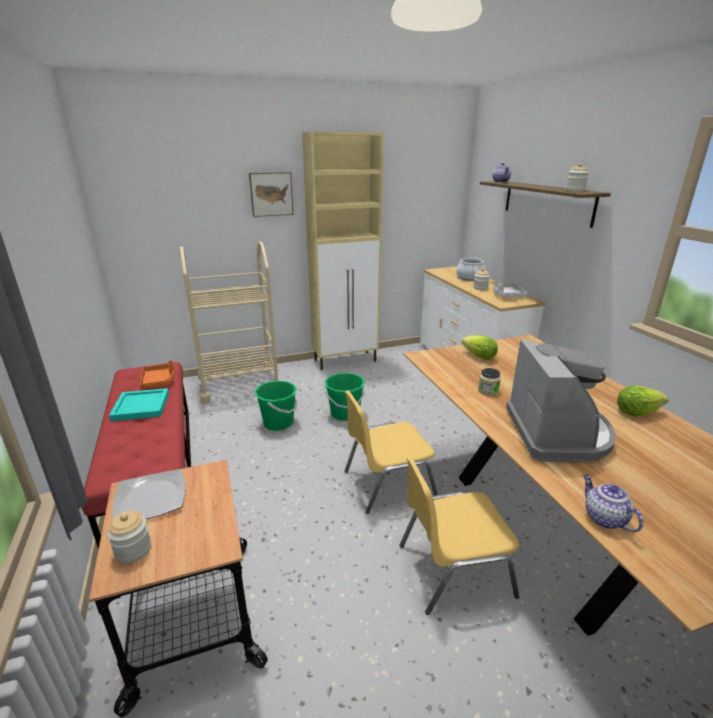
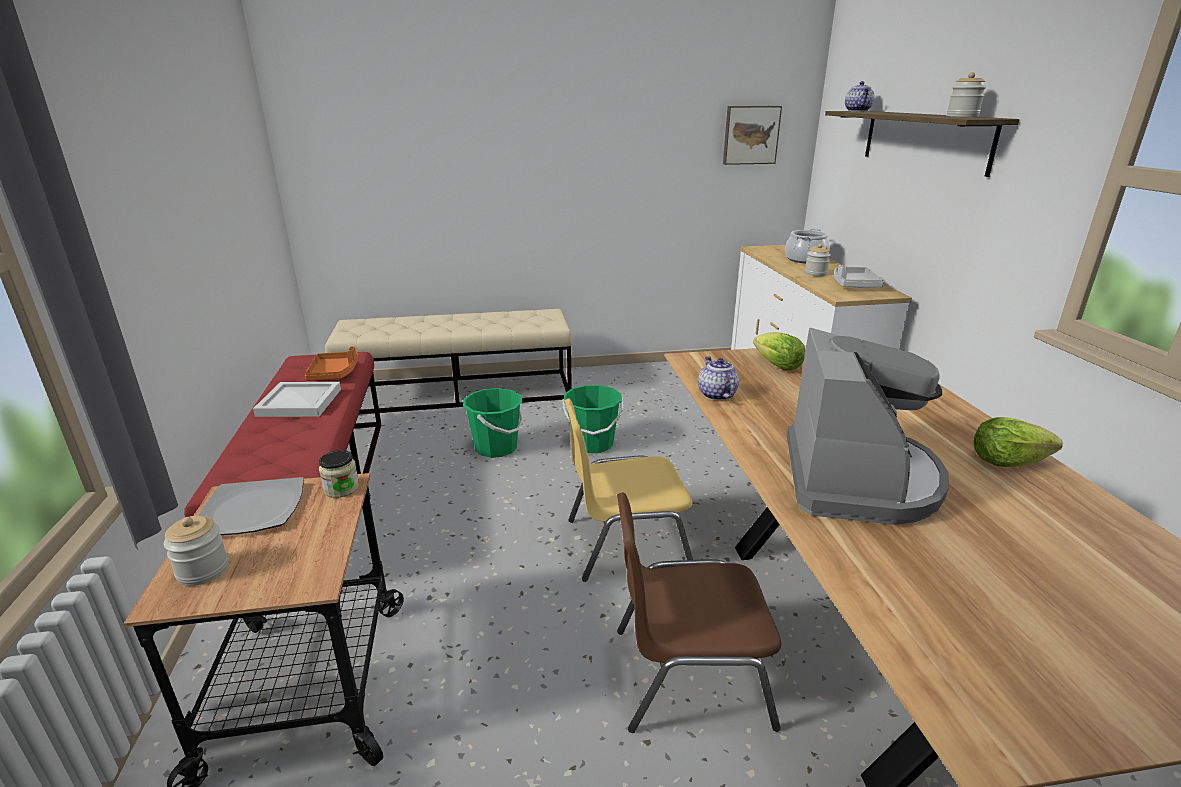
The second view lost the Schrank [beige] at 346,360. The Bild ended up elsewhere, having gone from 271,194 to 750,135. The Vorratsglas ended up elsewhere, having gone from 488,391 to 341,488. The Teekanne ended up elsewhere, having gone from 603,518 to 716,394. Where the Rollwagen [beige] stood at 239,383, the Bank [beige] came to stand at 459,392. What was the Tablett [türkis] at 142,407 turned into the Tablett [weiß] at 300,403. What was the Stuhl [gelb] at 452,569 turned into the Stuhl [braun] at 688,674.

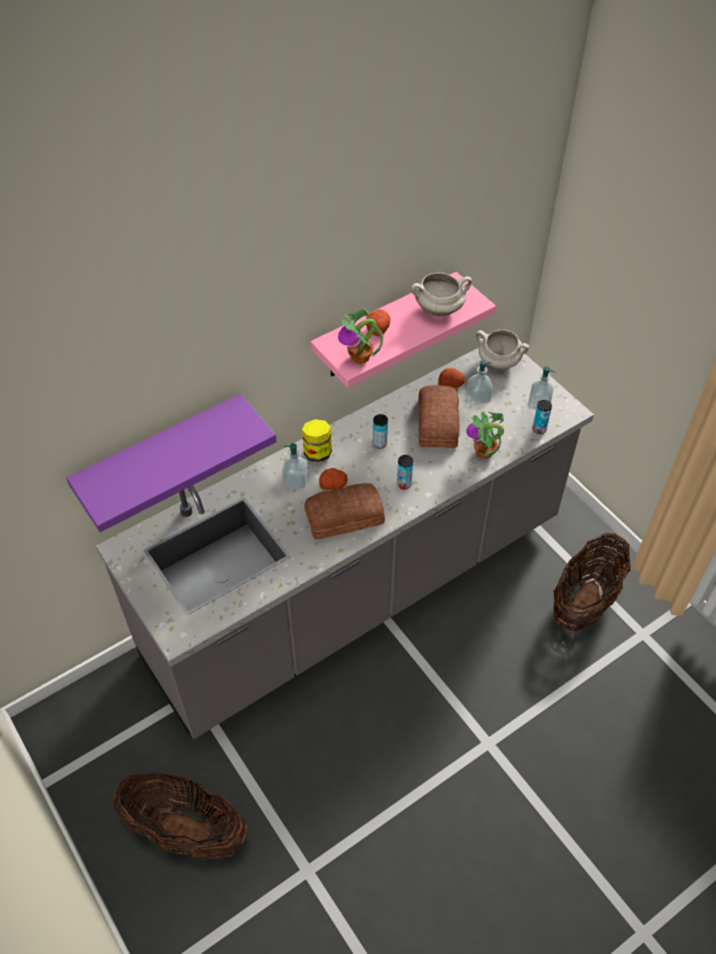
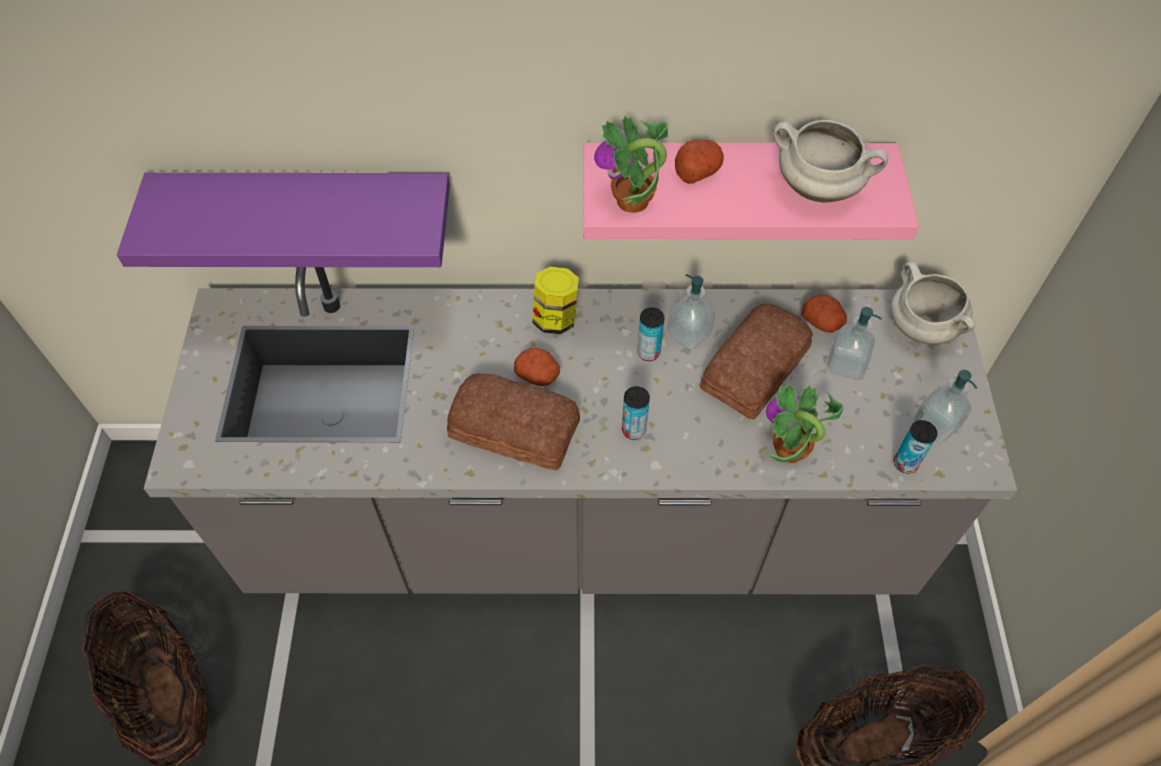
The Seifenspender ended up elsewhere, having gone from 296,481 to 689,334.

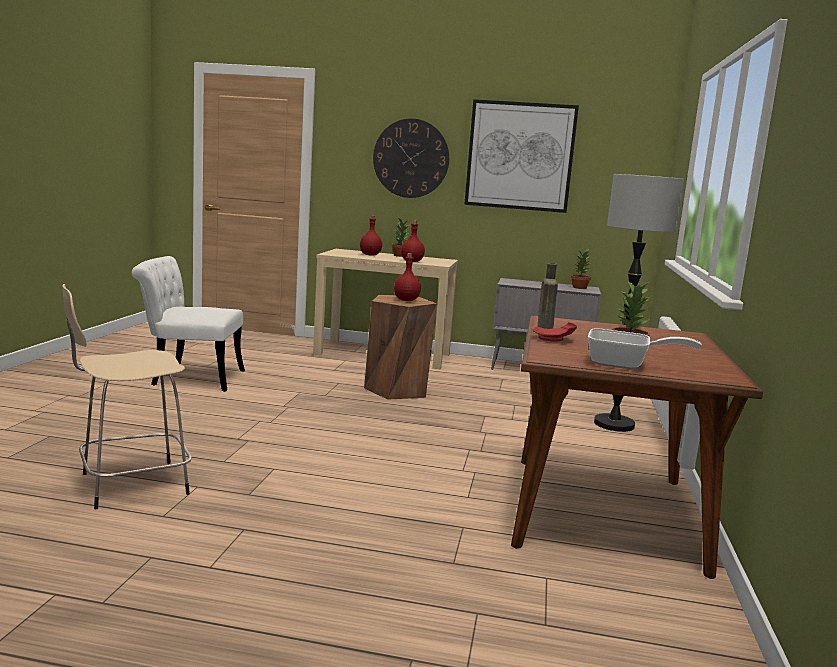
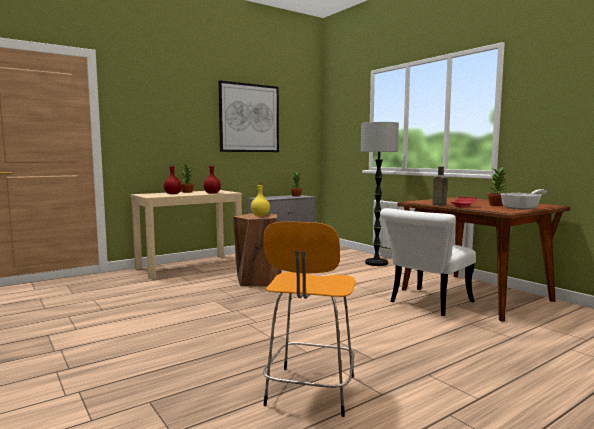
The second view lost the Wanduhr at 411,158. The Stuhl [weiß] ended up elsewhere, having gone from 188,377 to 426,304. What was the Hocker [beige] at 130,484 turned into the Hocker [orange] at 310,392. What was the Flasche [rot] at 406,300 turned into the Flasche [gelb] at 260,215.

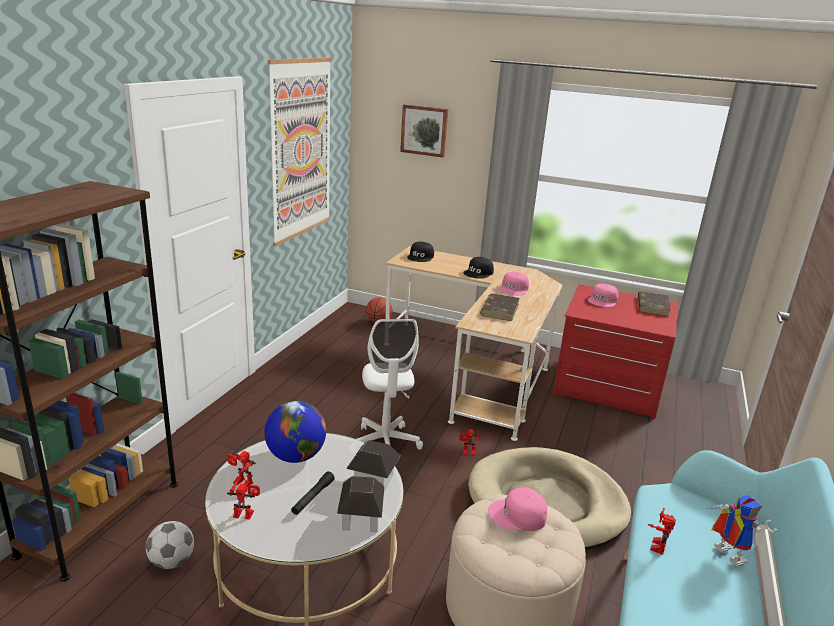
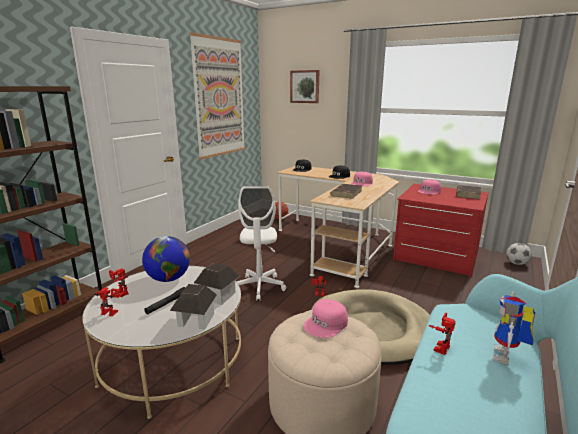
The Fußball ended up elsewhere, having gone from 172,561 to 516,263. The Kappe [rosa] at 518,516 ended up facing another way, 60 degrees counterclockwise from before. The Spielzeugroboter at 724,554 ended up facing another way, 135 degrees counterclockwise from before.

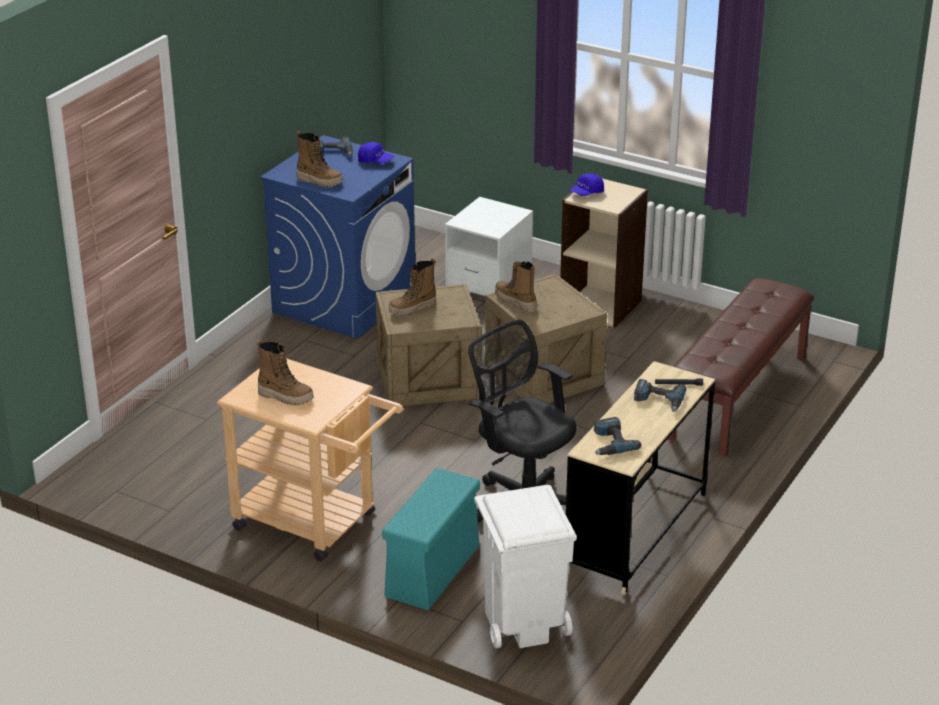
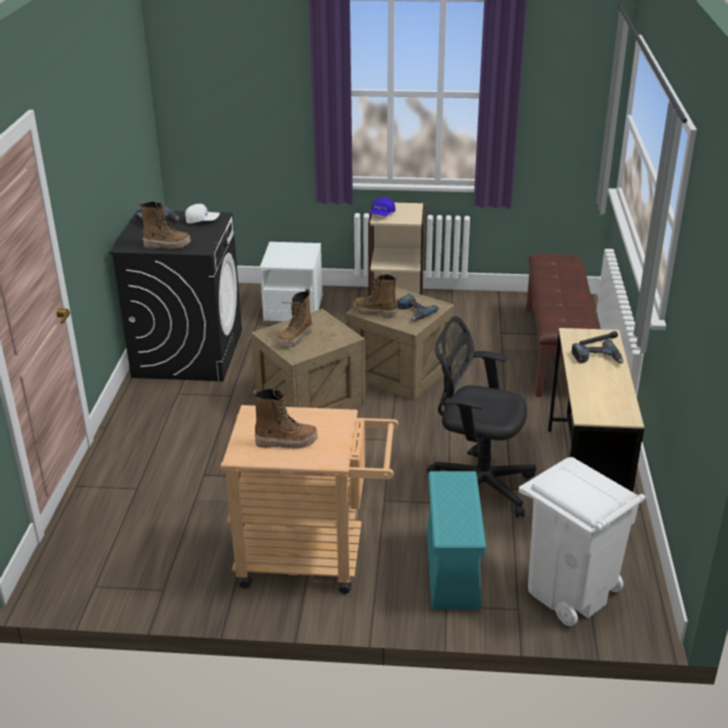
The Bohrmaschine ended up elsewhere, having gone from 610,443 to 413,312. What was the Waschmaschine [blau] at 344,301 turned into the Waschmaschine [schwarz] at 188,353. What was the Kappe [blau] at 375,161 turned into the Kappe [weiß] at 202,220.

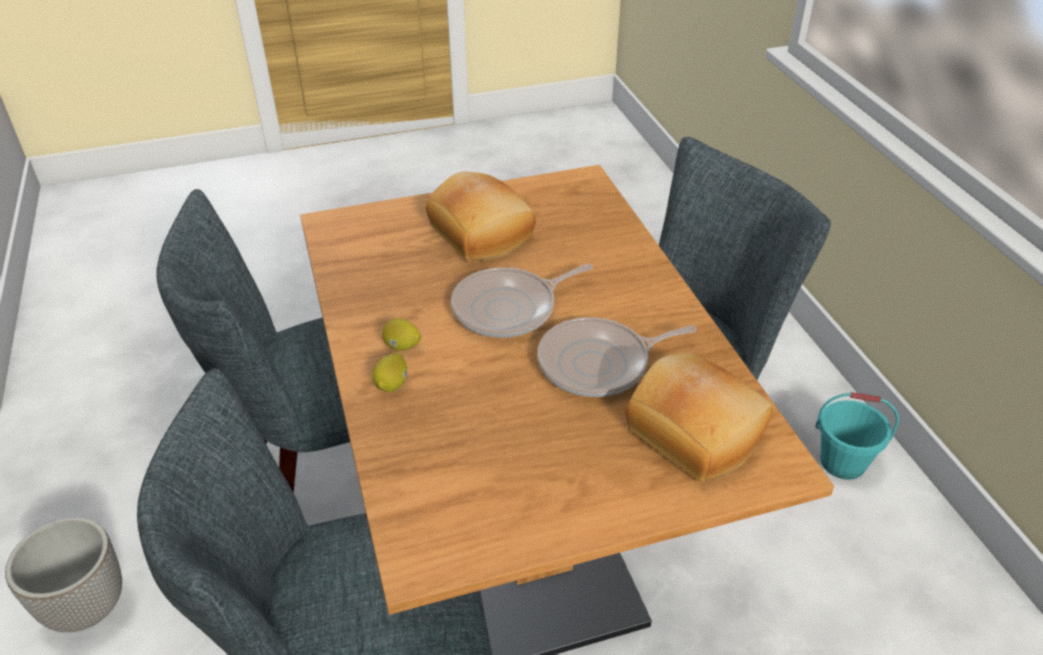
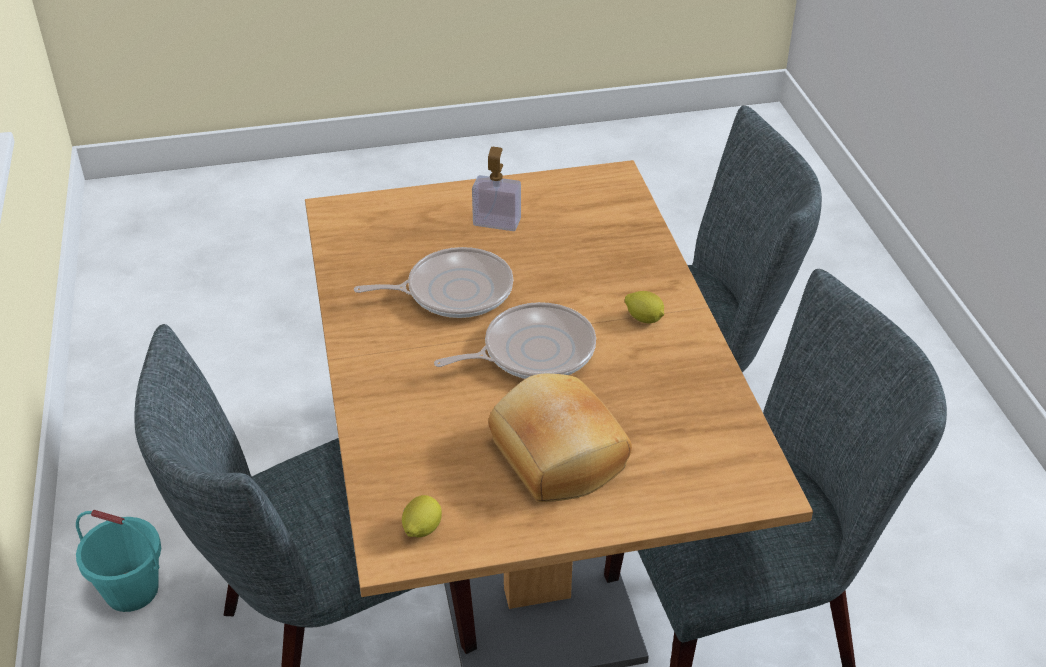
The second view lost the Pflanzkübel at 87,607. The second view lost the Brot at 697,431. The second view gained the Seifenspender at 497,222. The Zitrone ended up elsewhere, having gone from 392,384 to 421,529.

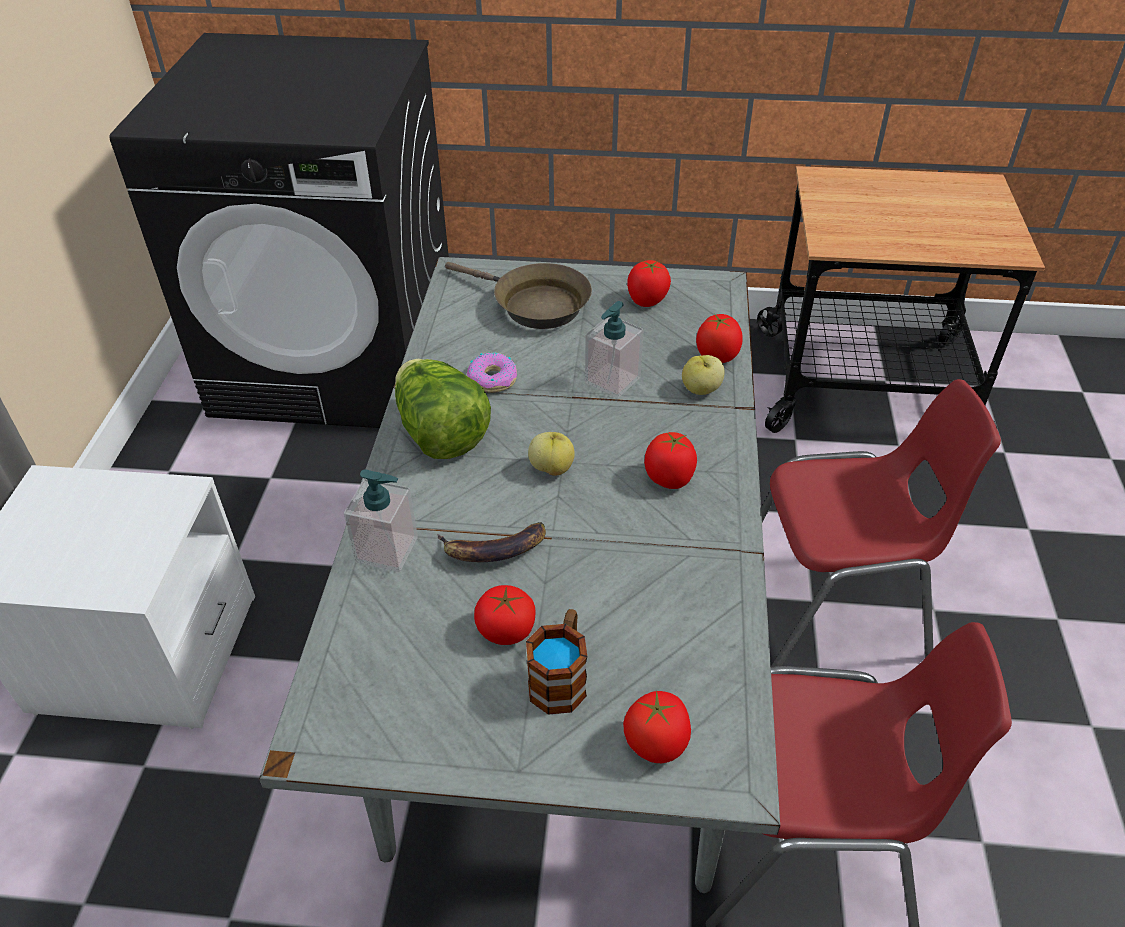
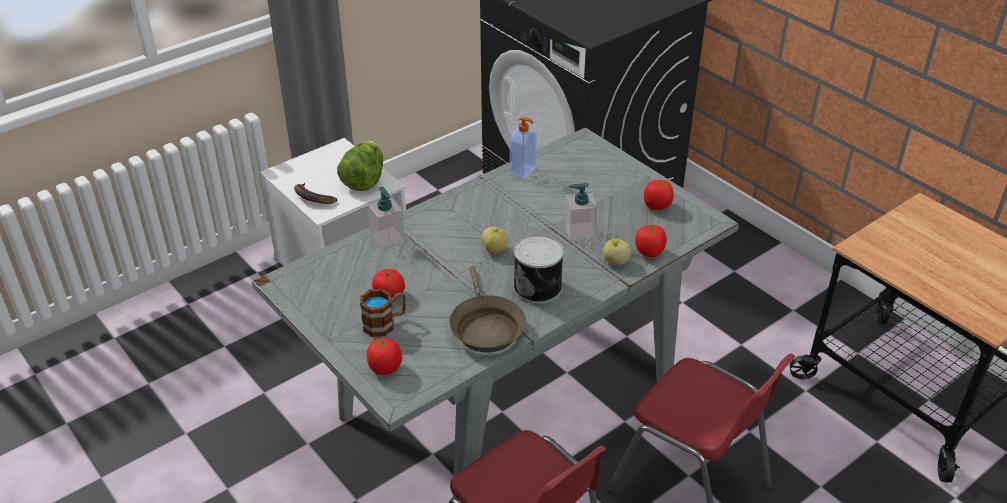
The second view lost the Donut at 493,379. The second view gained the Seifenspender at 523,171. The Salatkopf ended up elsewhere, having gone from 440,434 to 364,180. The Banane ended up elsewhere, having gone from 493,549 to 313,197. The Pfanne [braun] ended up elsewhere, having gone from 534,305 to 485,327. Where the Tomate stood at 669,479, the Dose came to stand at 538,287.

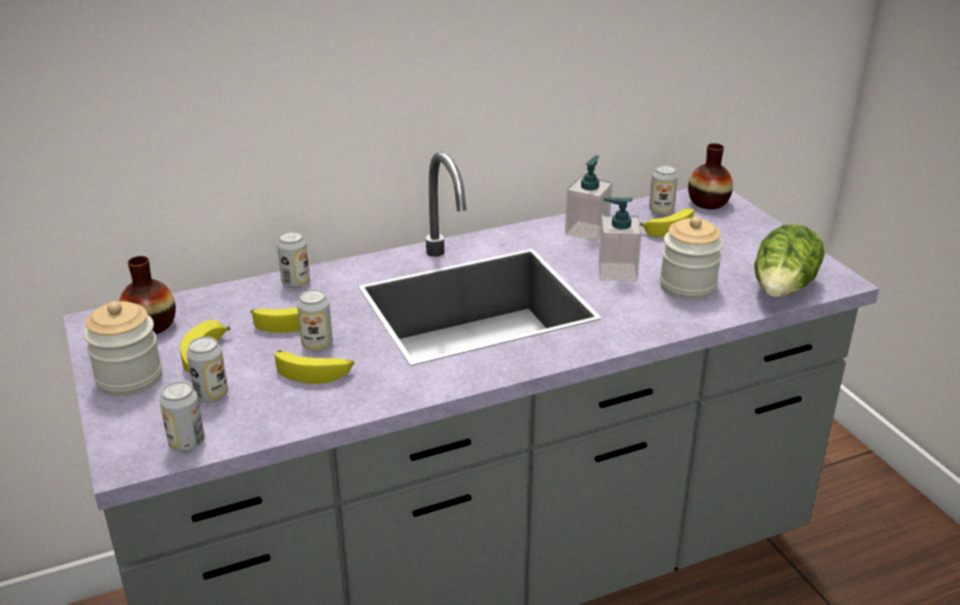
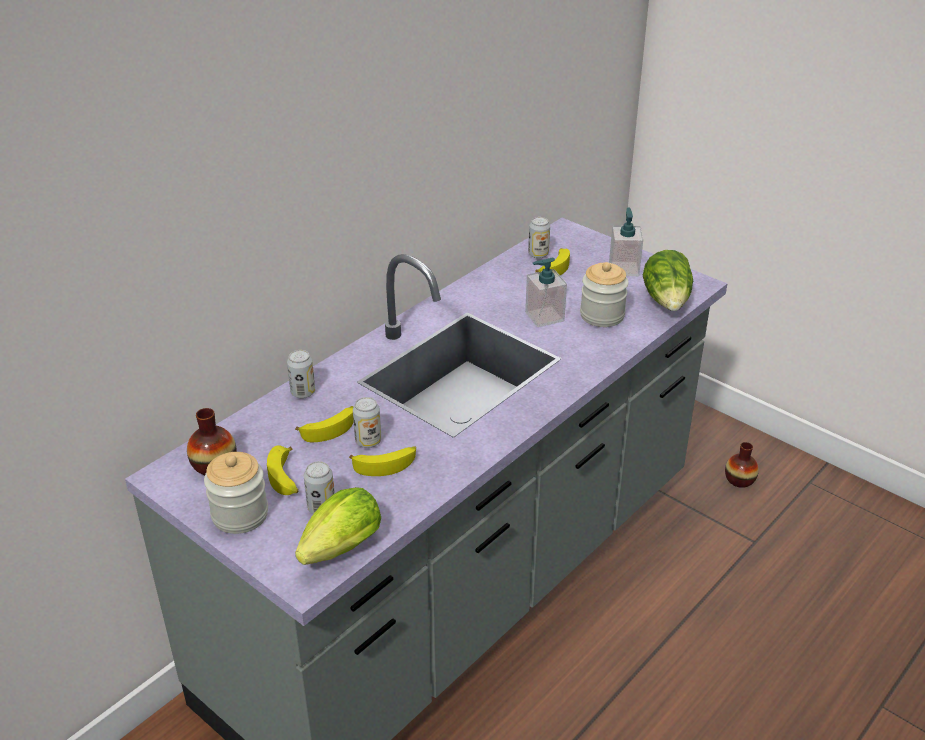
The Seifenspender ended up elsewhere, having gone from 587,231 to 623,268. The Vase ended up elsewhere, having gone from 708,202 to 739,480. Where the Dose stood at 187,443, the Salatkopf came to stand at 338,551.

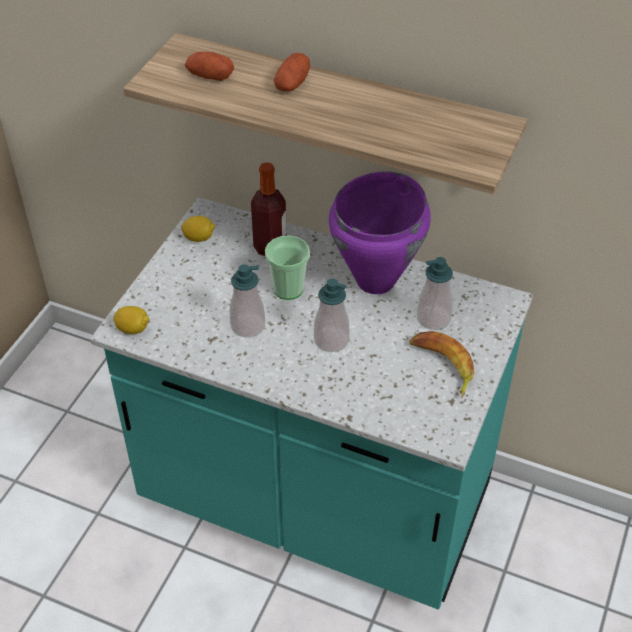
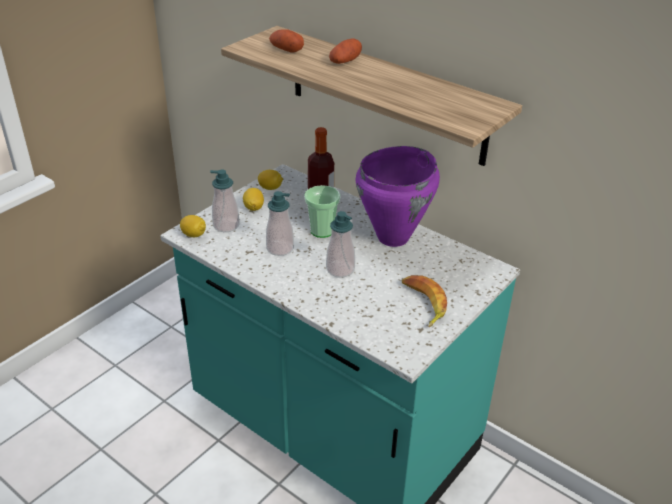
The second view gained the Zitrone at 253,207. The Seifenspender ended up elsewhere, having gone from 433,318 to 226,225.

